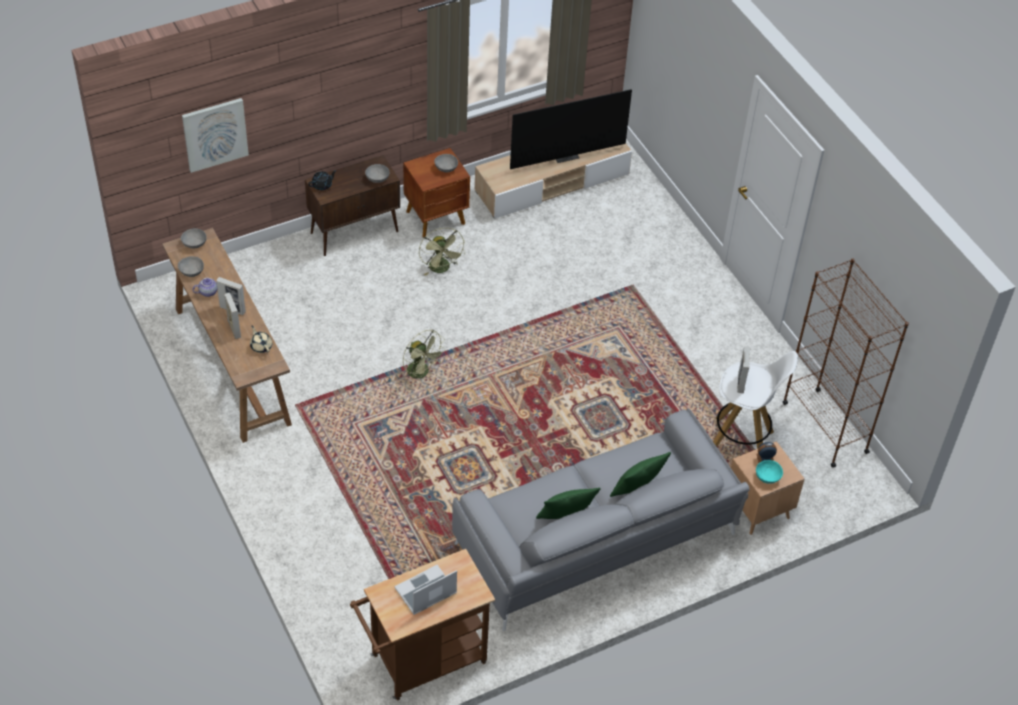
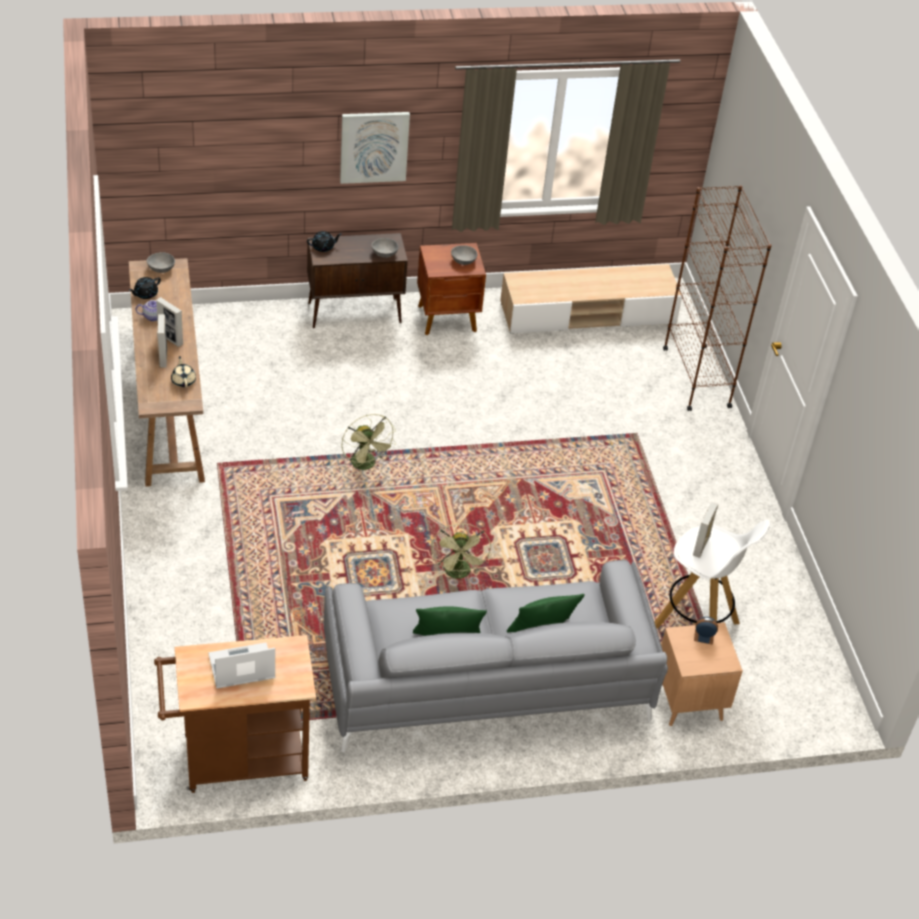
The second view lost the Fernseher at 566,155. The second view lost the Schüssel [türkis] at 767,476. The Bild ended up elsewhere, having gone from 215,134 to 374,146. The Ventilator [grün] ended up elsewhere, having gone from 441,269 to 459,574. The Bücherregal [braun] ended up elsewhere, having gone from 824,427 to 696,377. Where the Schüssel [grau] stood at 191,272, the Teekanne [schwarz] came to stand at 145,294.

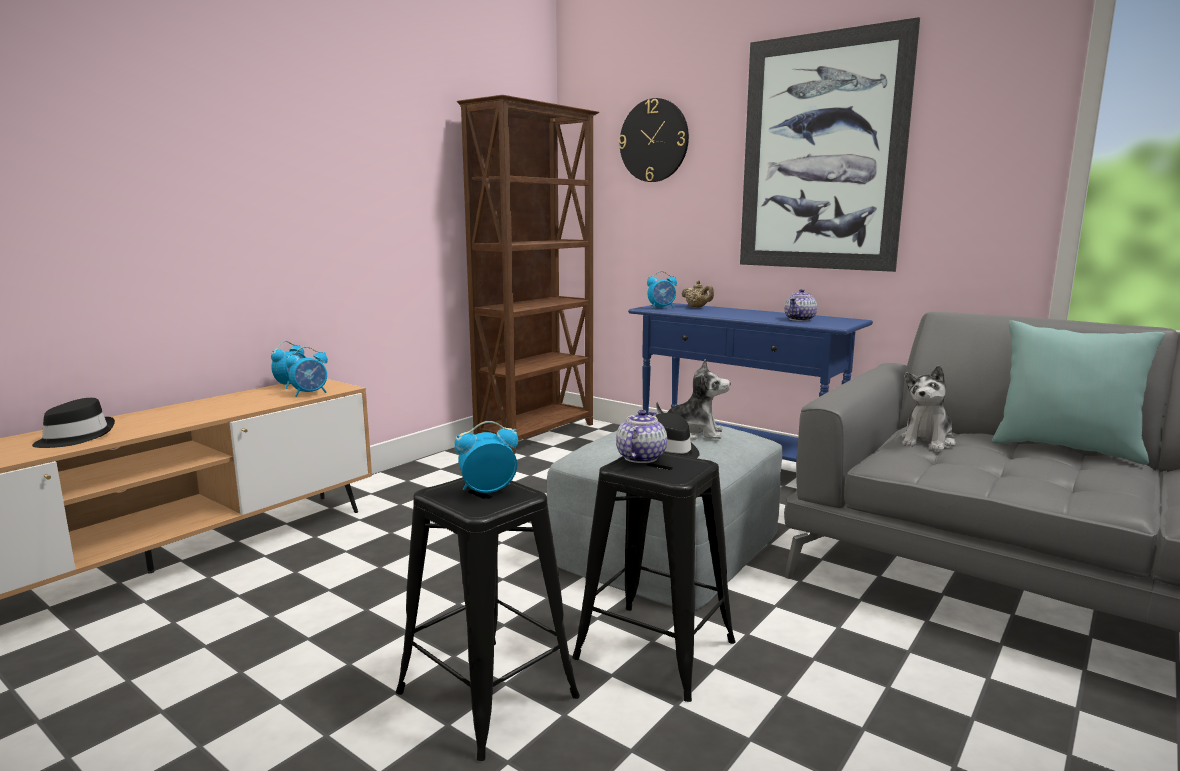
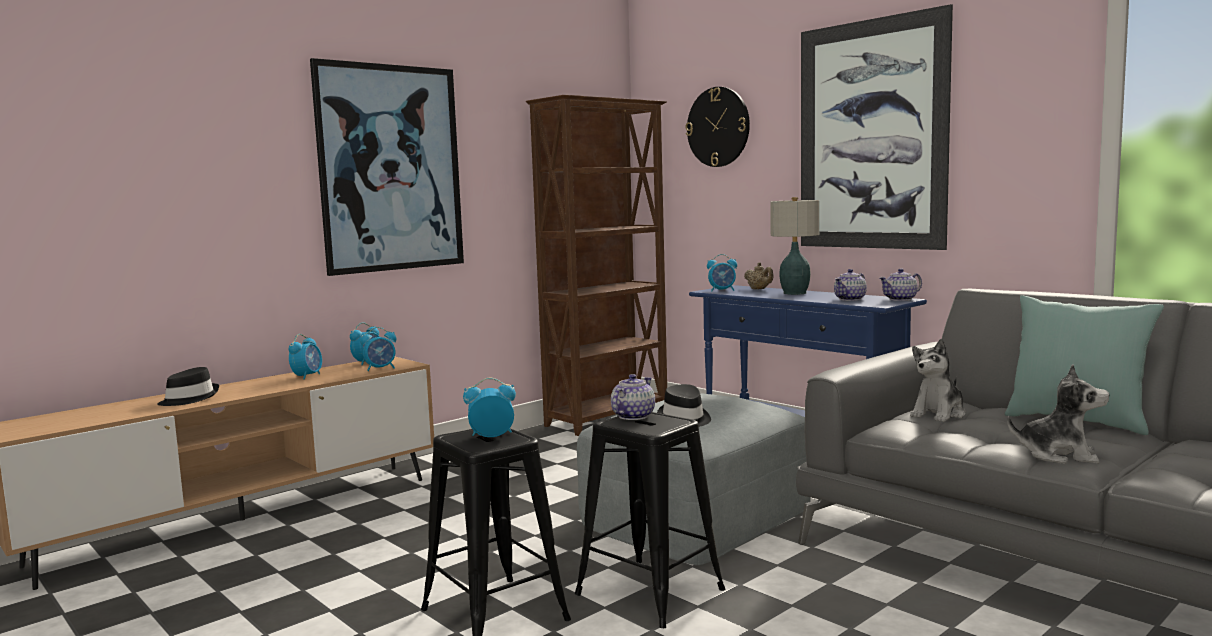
The second view gained the Wecker at 307,376. The second view gained the Bild at 391,168. The second view gained the Tischlampe at 795,293. The second view gained the Teekanne at 900,299. The Plüschtier ended up elsewhere, having gone from 694,433 to 1058,455.

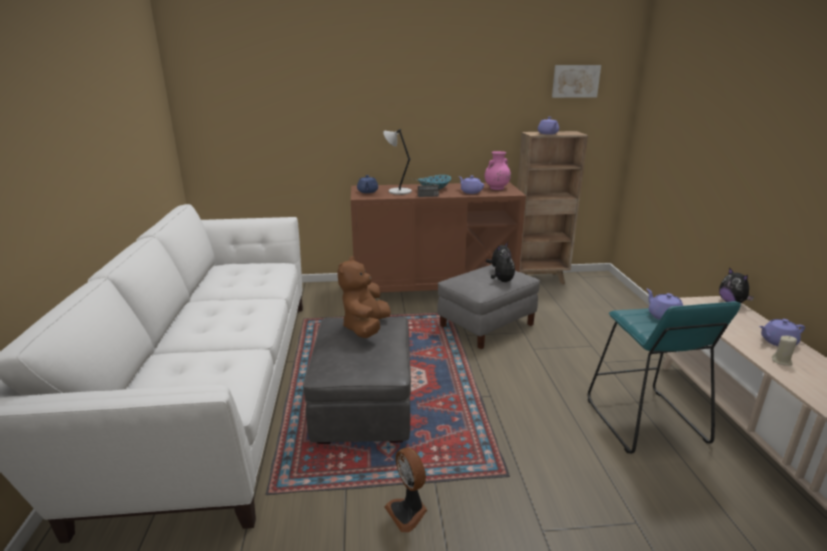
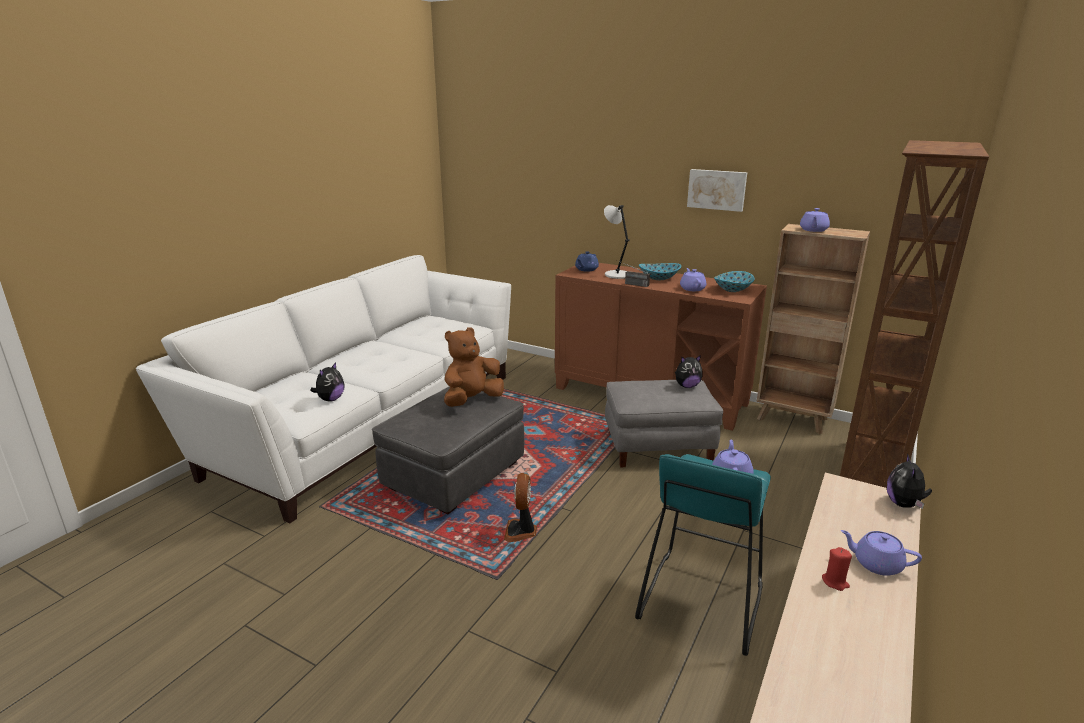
The second view gained the Bücherregal [braun] at 868,477. The Ventilator ended up elsewhere, having gone from 408,512 to 521,531. The Plüschtier ended up elsewhere, having gone from 502,281 to 330,399. The Bild ended up elsewhere, having gone from 575,81 to 717,189. Where the Vase [rosa] stood at 496,188, the Schüssel came to stand at 732,290. What was the Kerze [beige] at 781,361 turned into the Kerze [rot] at 835,582.

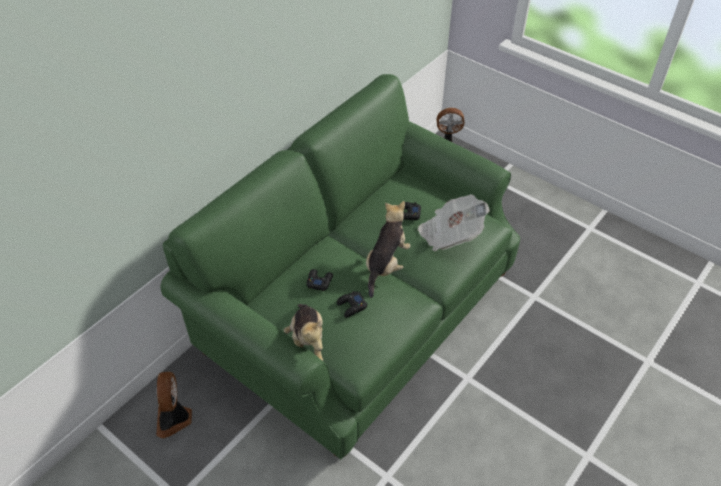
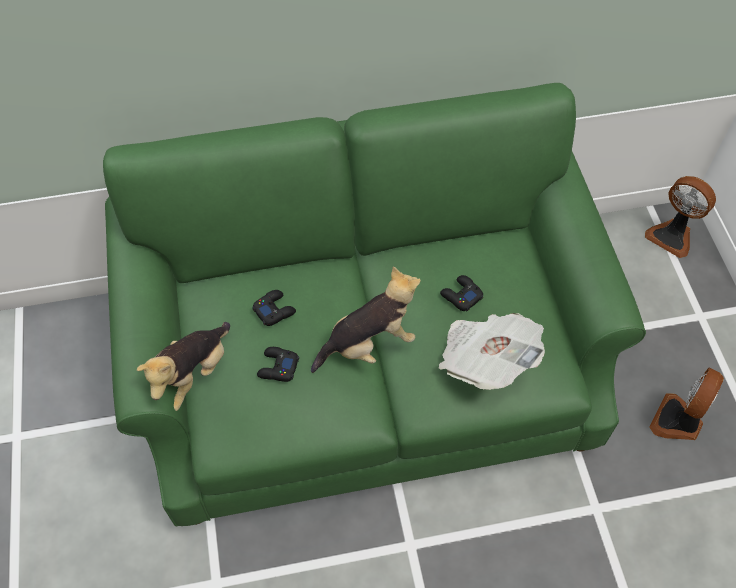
The Ventilator ended up elsewhere, having gone from 174,418 to 678,421.

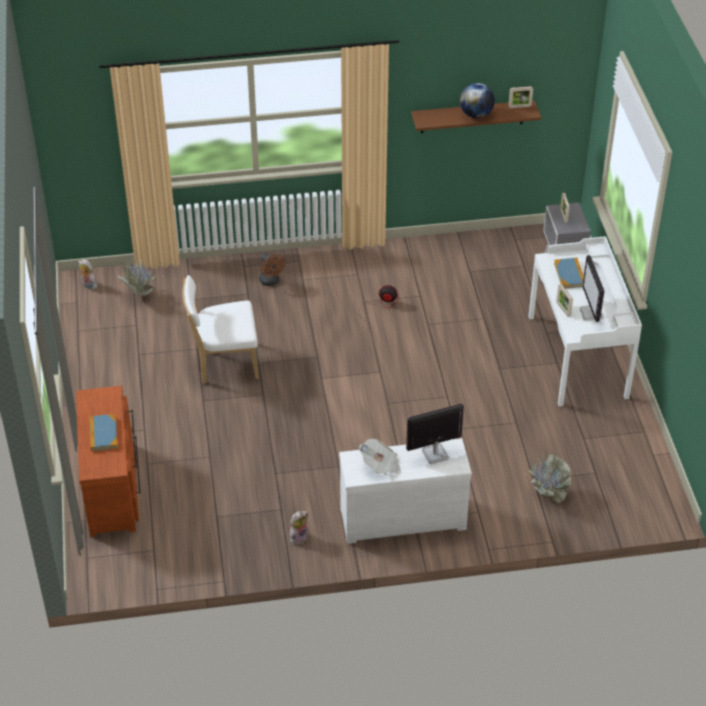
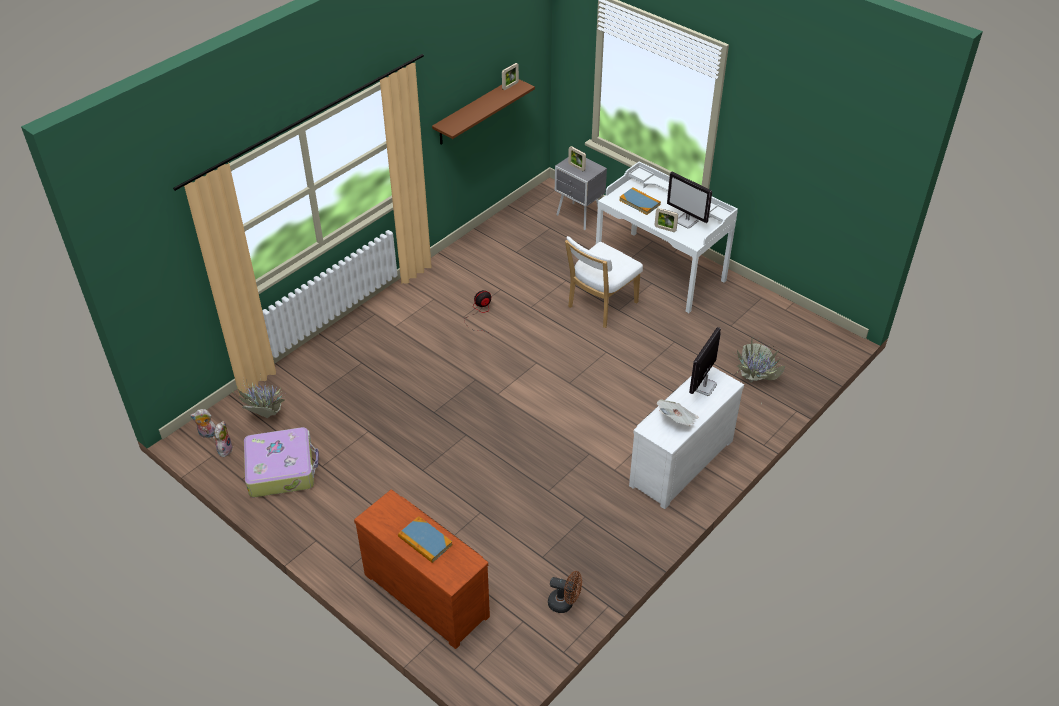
The second view lost the Globus at 476,115. The second view gained the Koffer at 281,469. The Stuhl [weiß] ended up elsewhere, having gone from 224,363 to 600,306. The Ventilator [braun] ended up elsewhere, having gone from 271,281 to 564,603. The Plüschtier ended up elsewhere, having gone from 298,537 to 224,449.

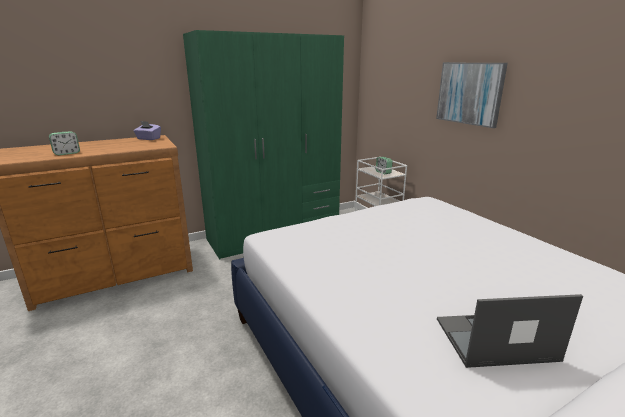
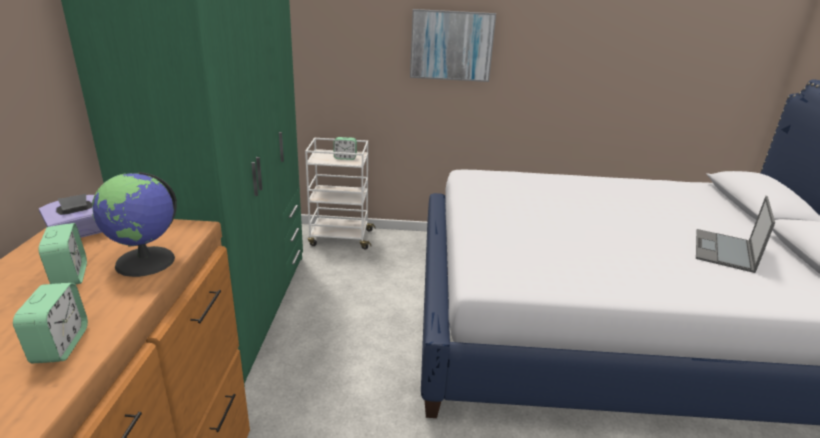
The second view gained the Wecker at 70,276. The second view gained the Globus at 146,262.

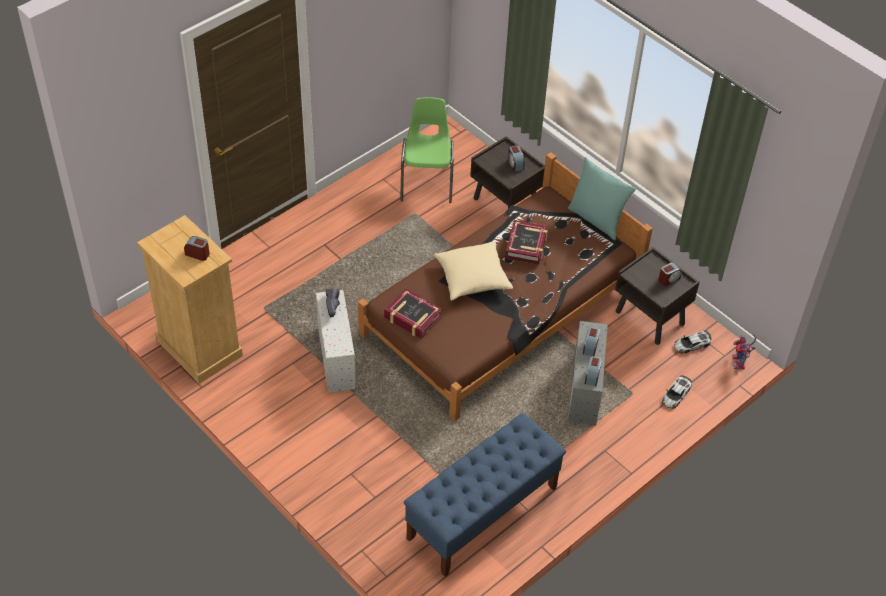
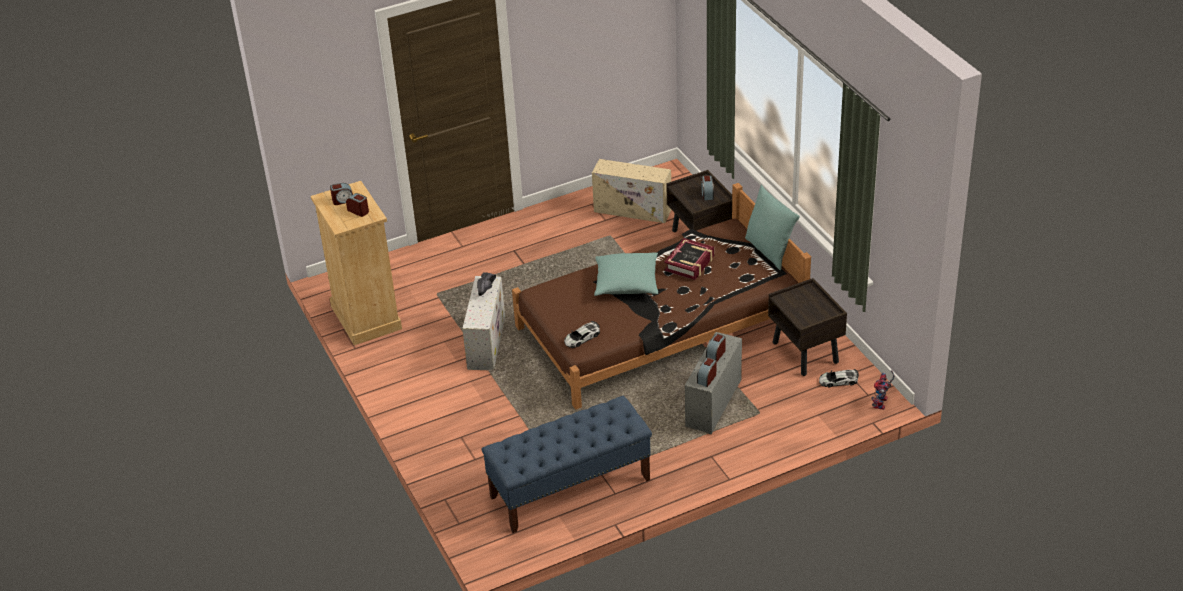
The second view lost the Buch at 412,317. The Wecker ended up elsewhere, having gone from 668,279 to 343,200. The Spielzeugauto ended up elsewhere, having gone from 676,394 to 581,338. Where the Stuhl [grün] stood at 427,181, the Aufbewahrungsbox [beige] came to stand at 633,210. What was the Kissen [beige] at 472,278 turned into the Kissen [türkis] at 626,283.

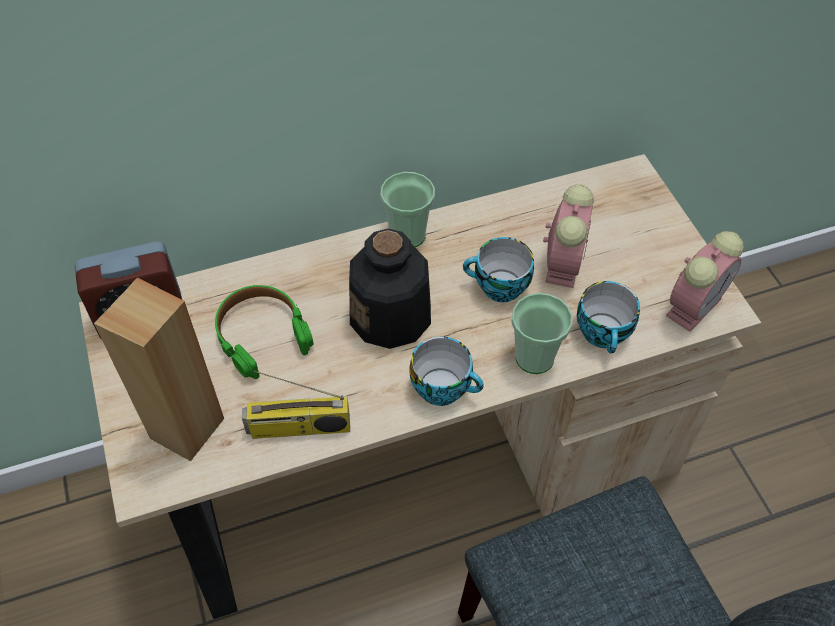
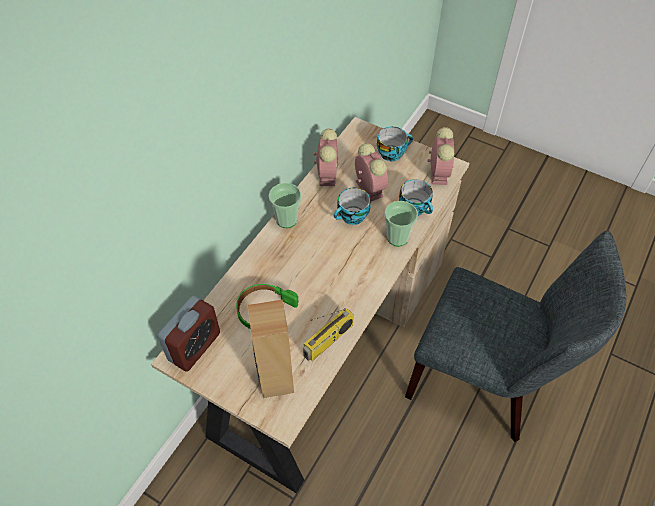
The second view lost the Flasche at 391,316. The second view gained the Wecker at 327,173. The Tasse ended up elsewhere, having gone from 444,387 to 392,153.

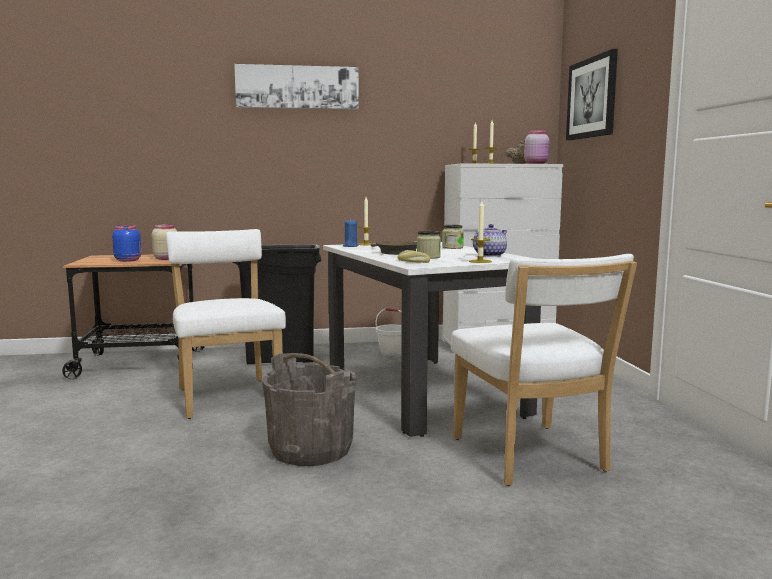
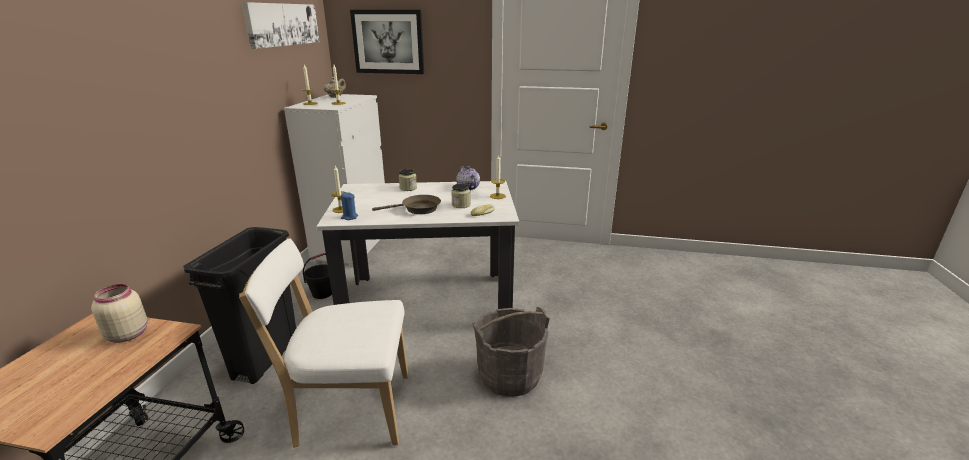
The second view lost the Vorratsglas [blau] at 128,260. The second view lost the Stuhl [weiß] at 531,457. The second view lost the Vorratsglas [rosa] at 536,163. The Bild ended up elsewhere, having gone from 297,87 to 283,24. What was the Eimer [weiß] at 392,354 turned into the Eimer [schwarz] at 322,293.

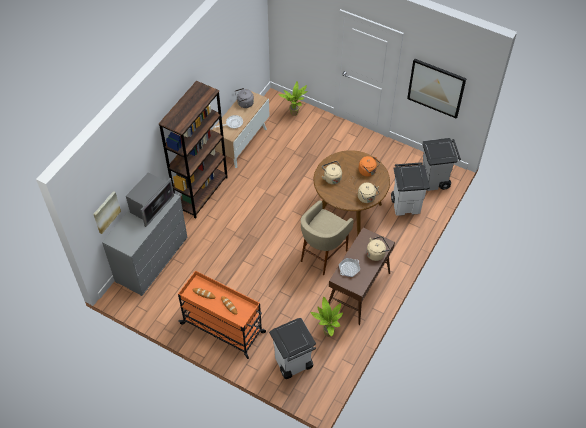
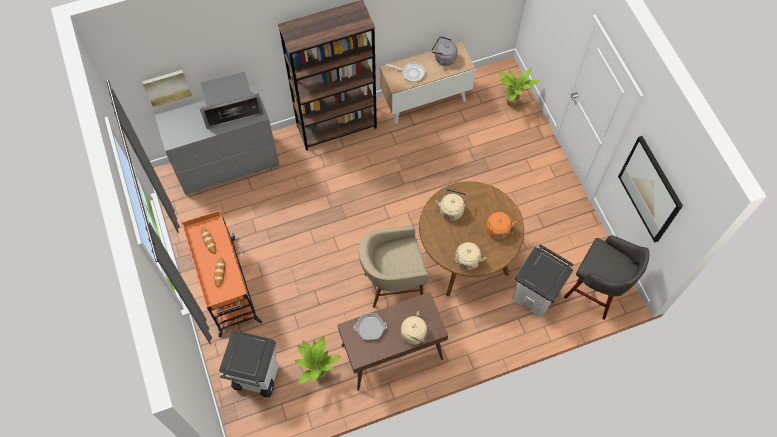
Where the Mülleimer [grau] stood at 435,180, the Hocker [grau] came to stand at 595,292.

